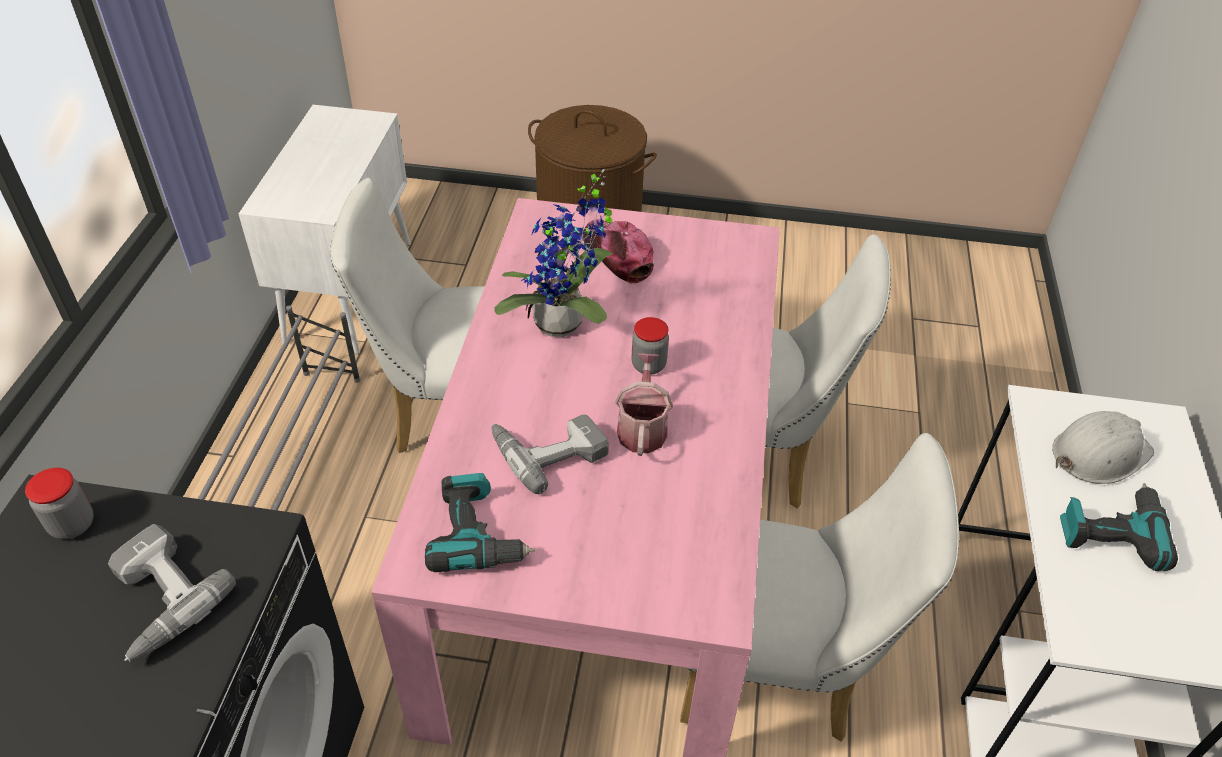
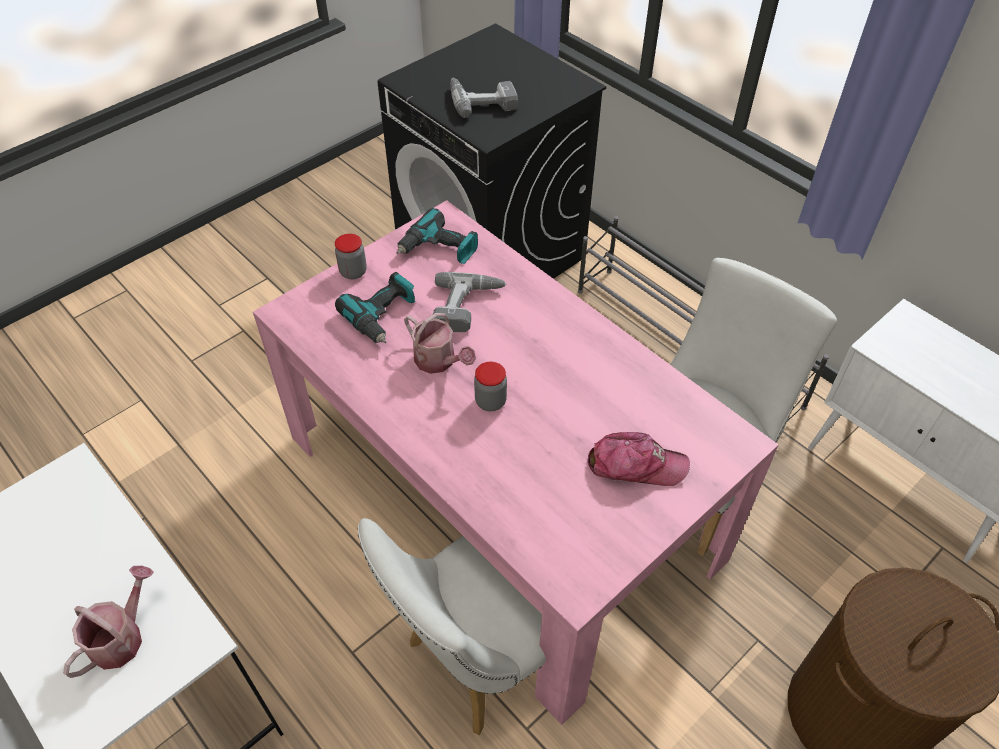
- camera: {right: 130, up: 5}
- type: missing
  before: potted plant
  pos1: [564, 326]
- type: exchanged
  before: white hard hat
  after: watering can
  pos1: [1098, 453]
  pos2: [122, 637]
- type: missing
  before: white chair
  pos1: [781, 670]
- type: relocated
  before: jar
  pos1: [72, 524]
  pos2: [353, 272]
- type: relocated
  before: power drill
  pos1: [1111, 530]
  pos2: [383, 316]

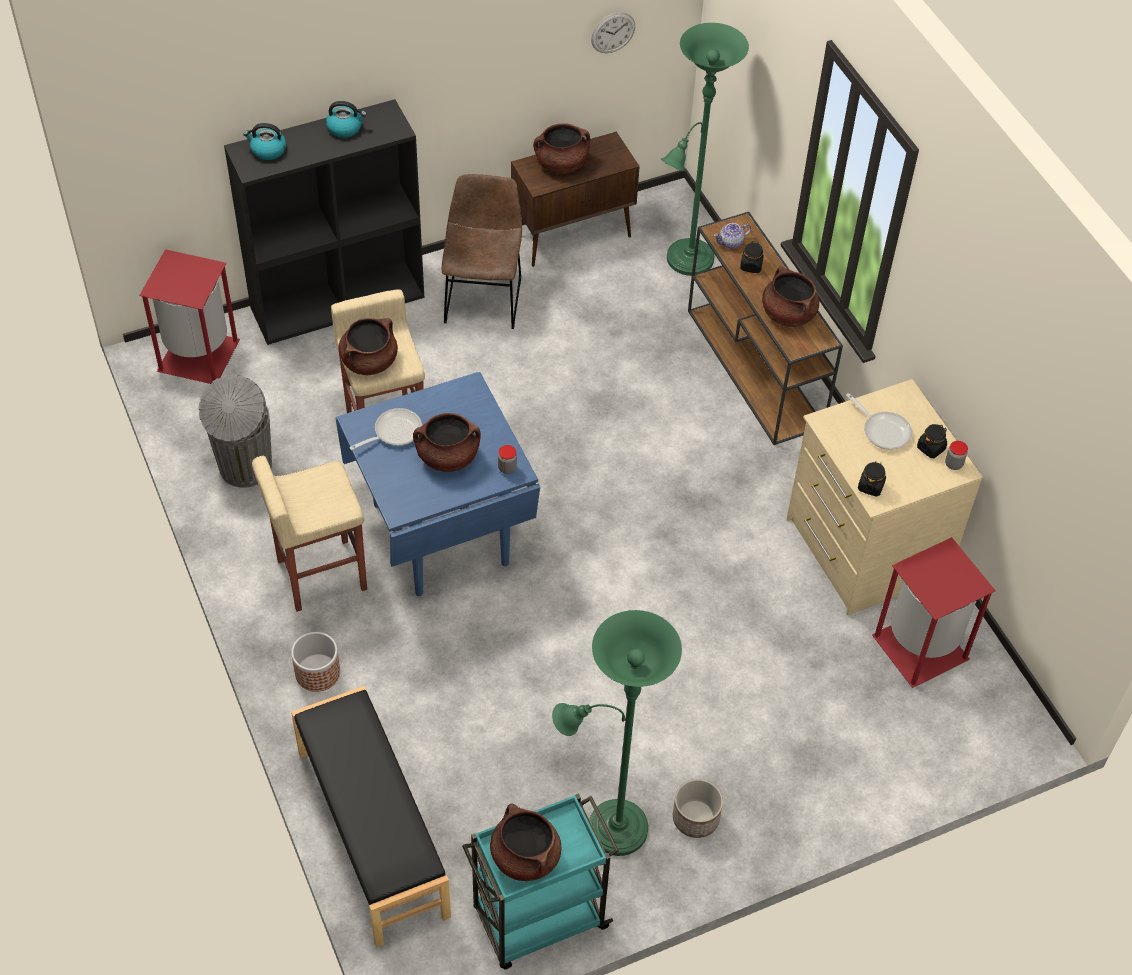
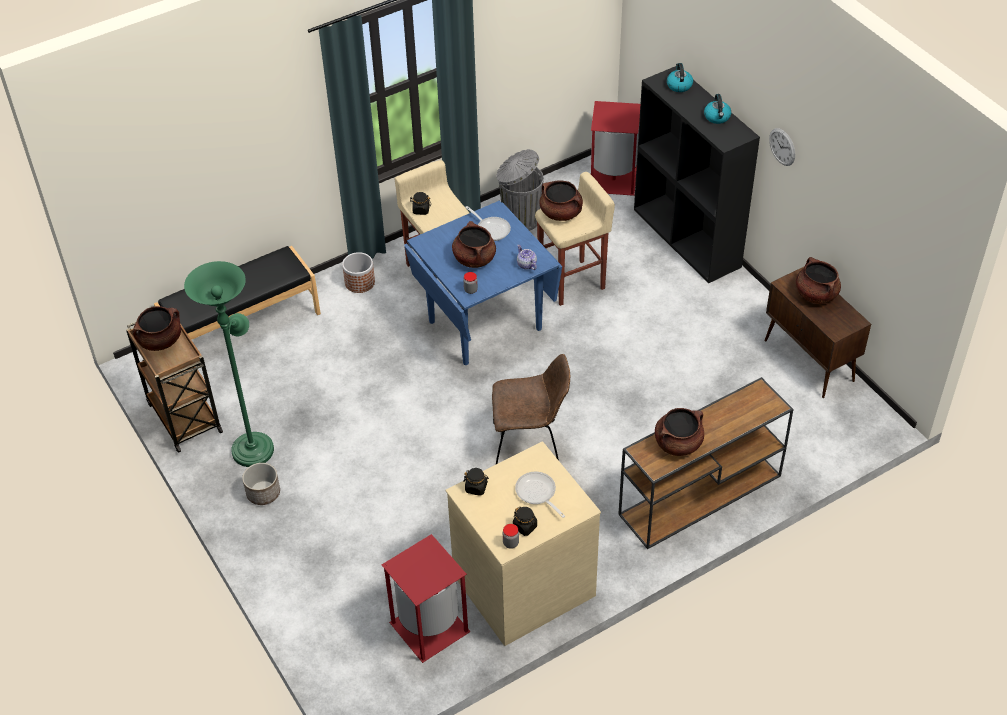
- camera: {right: 85, up: -5}
- type: relocated
  before: wall clock
  pos1: [613, 32]
  pos2: [782, 147]
- type: missing
  before: green floor lamp
  pos1: [686, 262]
- type: relocated
  before: brown chair
  pos1: [483, 297]
  pos2: [530, 445]
- type: relocated
  before: teapot
  pos1: [730, 243]
  pos2: [526, 264]
- type: relocated
  before: black jar
  pos1: [751, 266]
  pos2: [421, 210]
- type: spun
  before: frying pan
  pos1: [883, 430]
  pos2: [537, 493]
  turn: 105
- type: colour
  before: turquoise cart
  after: brown cart
  pos1: [538, 919]
  pos2: [184, 416]

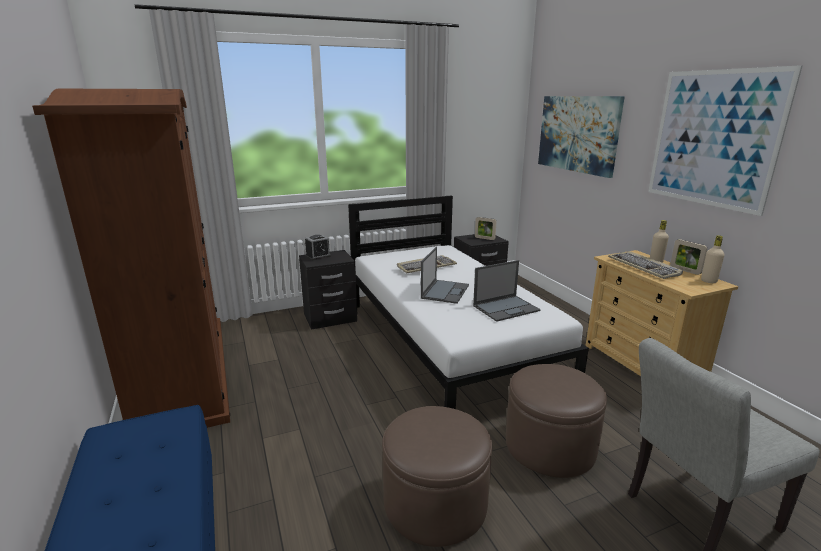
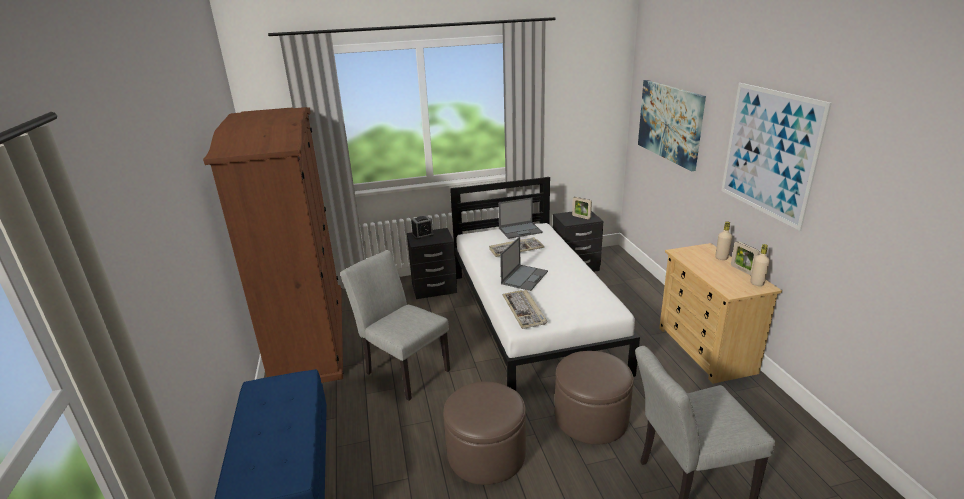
- camera: {right: 10, up: 5}
- type: relocated
  before: keyboard
  pos1: [644, 267]
  pos2: [524, 311]
- type: relocated
  before: laptop
  pos1: [506, 308]
  pos2: [520, 230]
- type: appeared
  after: grey chair
  pos2: [403, 369]

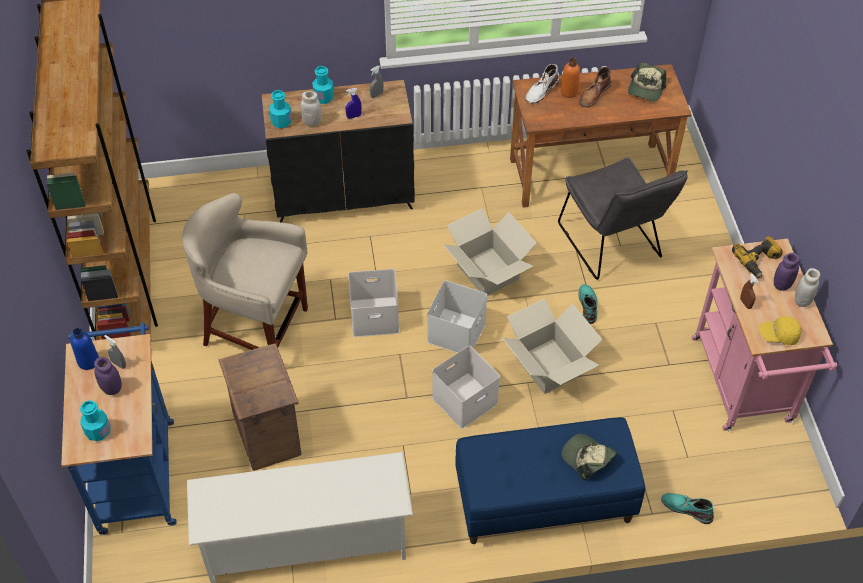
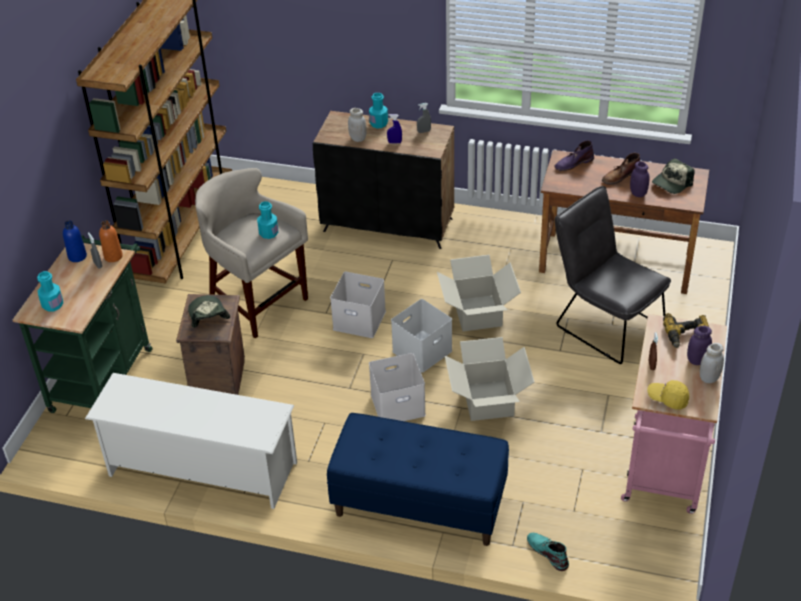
- camera: {right: 25, up: -10}
- type: relocated
  before: orange bottle
  pos1: [569, 92]
  pos2: [113, 256]
- type: colour
  before: white boot
  after: purple boot
  pos1: [541, 91]
  pos2: [573, 163]
- type: relocated
  before: turquoise bottle
  pos1: [281, 122]
  pos2: [268, 233]
- type: spun
  before: grey chair
  pos1: [612, 246]
  pos2: [604, 323]
  turn: 135
- type: missing
  before: turquoise boot
  pos1: [588, 305]
- type: colour
  before: blue cart
  after: green cart
  pos1: [136, 468]
  pos2: [104, 374]
- type: relocated
  before: purple jar
  pos1: [112, 388]
  pos2: [638, 193]
- type: relocated
  before: cap
  pos1: [587, 458]
  pos2: [207, 315]

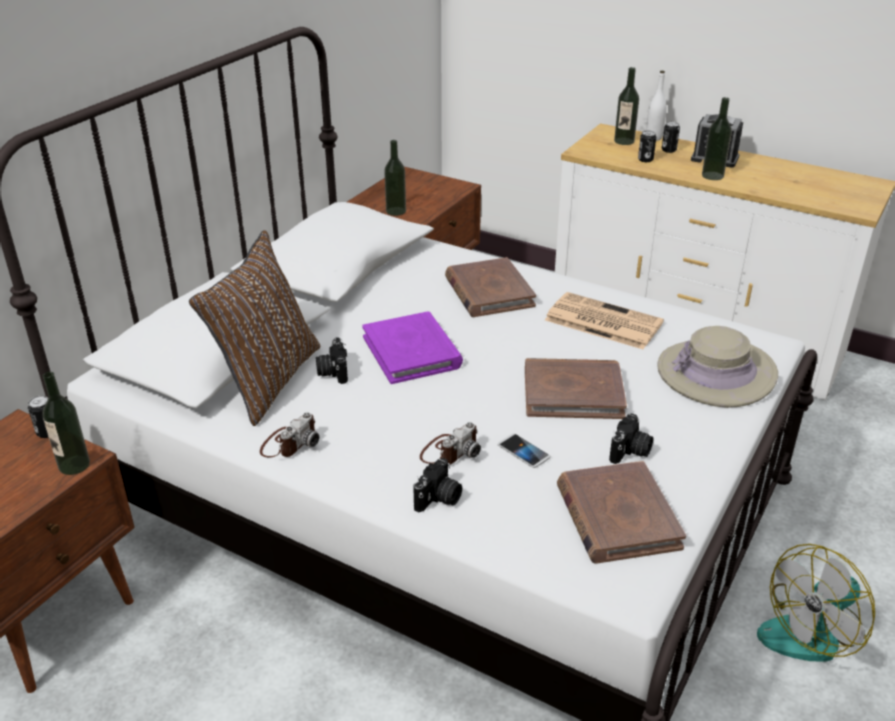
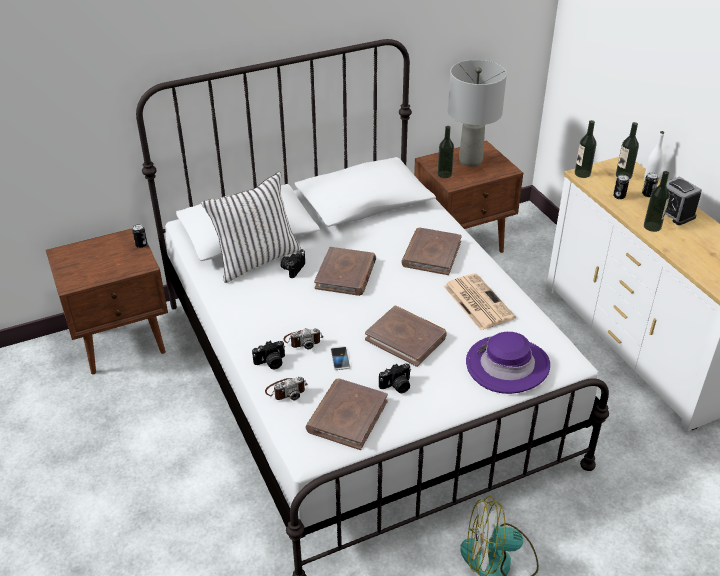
- camera: {right: 35, up: 5}
- type: colour
  before: brown pillow
  after: white pillow
  pos1: [267, 380]
  pos2: [256, 259]
- type: colour
  before: purple book
  after: brown book
  pos1: [412, 352]
  pos2: [346, 274]
- type: colour
  before: beige hat
  after: purple hat
  pos1: [716, 373]
  pos2: [507, 365]
- type: relocated
  before: bottle
  pos1: [74, 465]
  pos2: [582, 173]
- type: relocated
  before: photo camera
  pos1: [289, 443]
  pos2: [286, 390]
- type: appeared
  after: grey table lamp
  pos2: [471, 161]

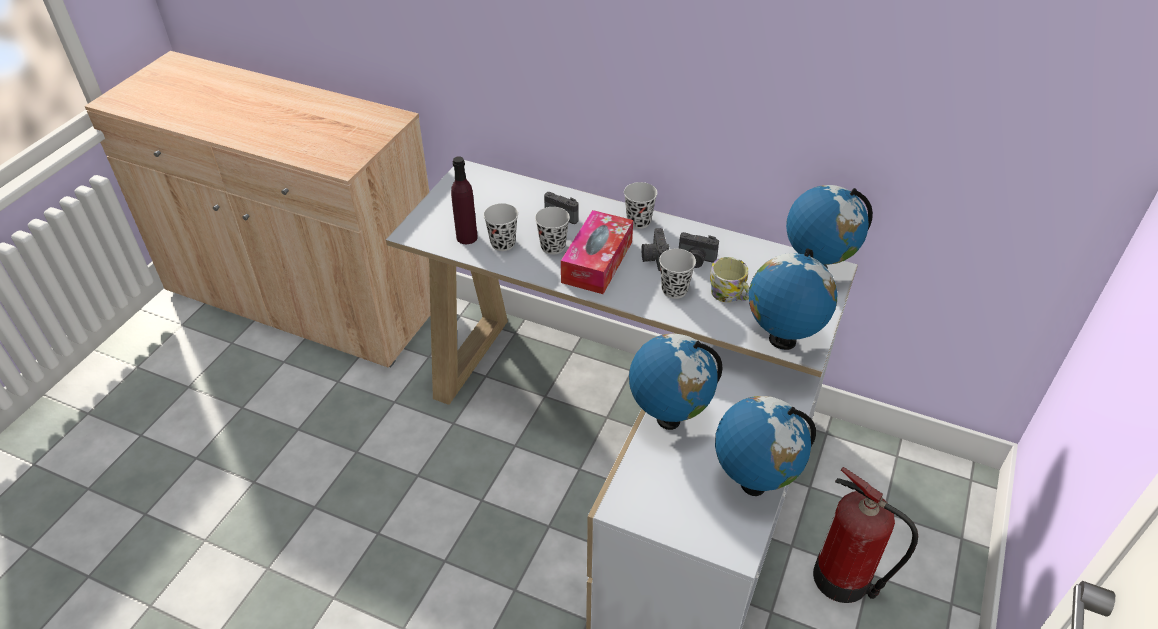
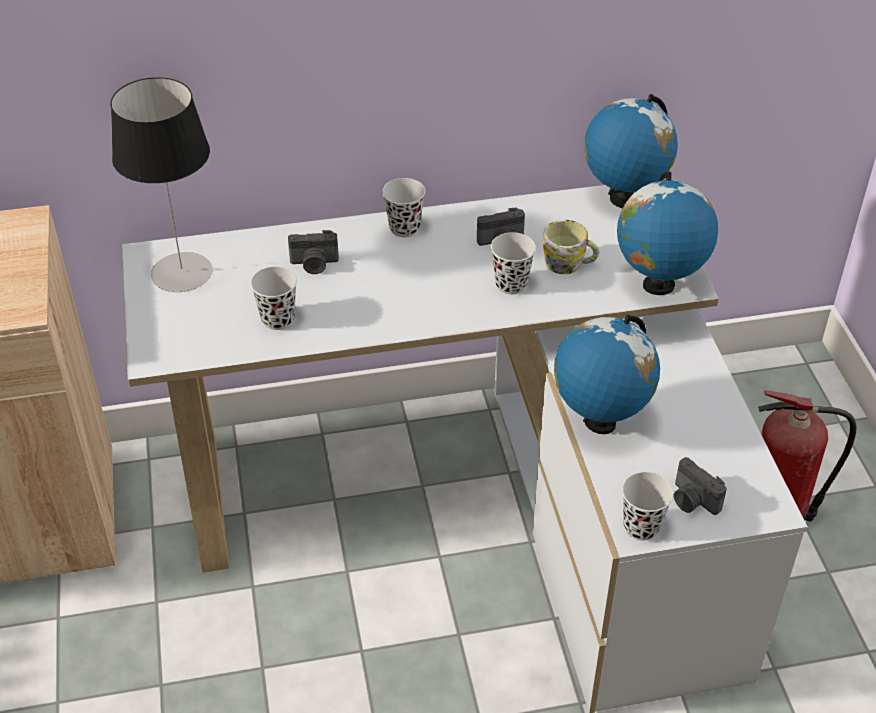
- camera: {right: -35, up: 0}
- type: missing
  before: purple bottle
  pos1: [467, 237]
- type: relocated
  before: black cup
  pos1: [553, 247]
  pos2: [641, 527]
- type: missing
  before: tissue box
  pos1: [597, 262]
- type: relocated
  before: photo camera
  pos1: [654, 258]
  pos2: [692, 501]
- type: missing
  before: globe
  pos1: [753, 483]
- type: appeared
  after: table lamp
  pos2: [182, 272]

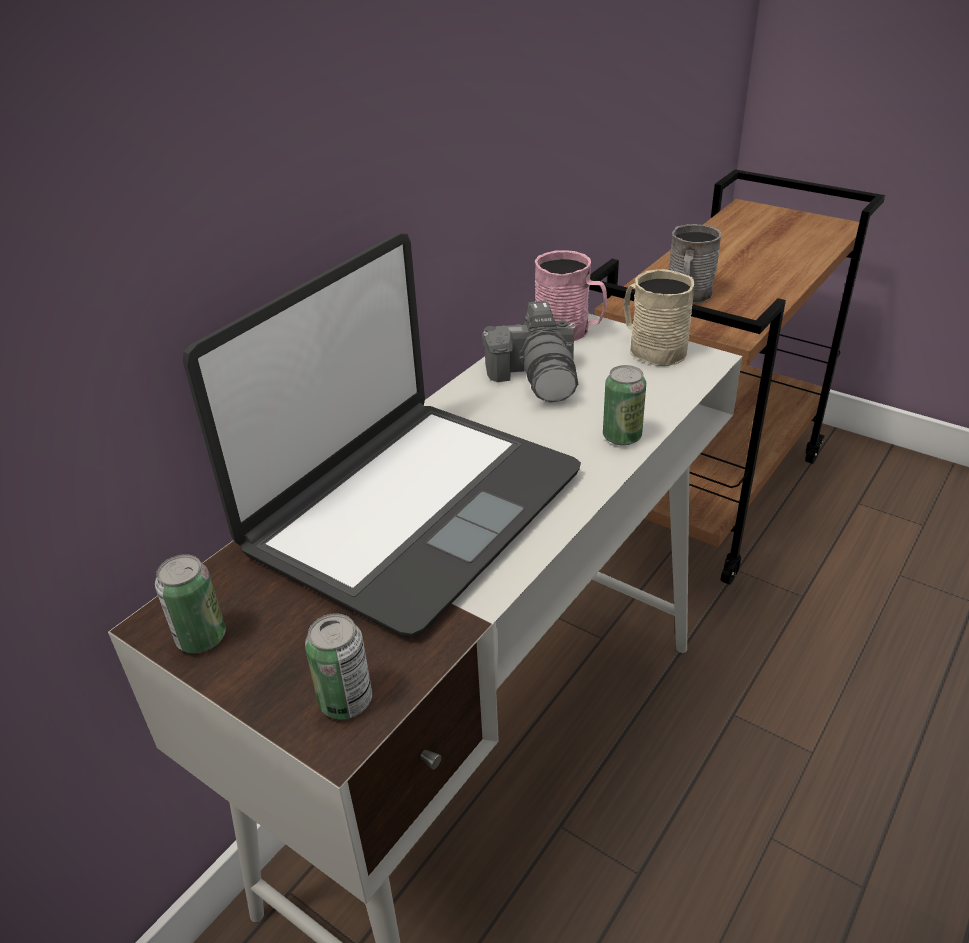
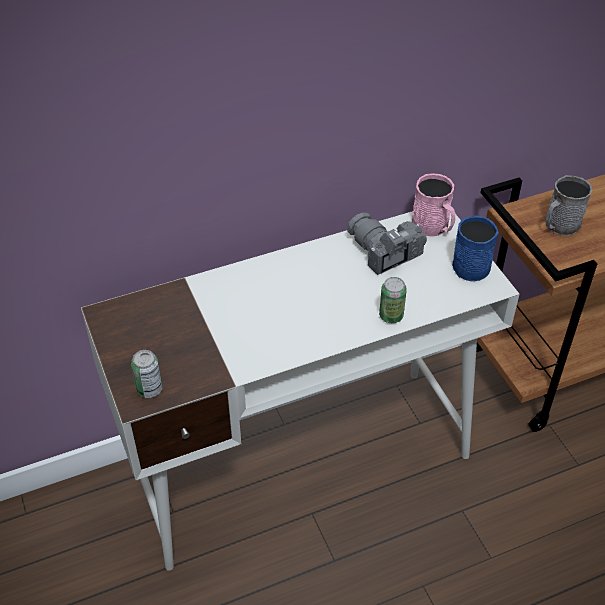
- camera: {right: 30, up: 10}
- type: missing
  before: laptop
  pos1: [411, 510]
- type: colour
  before: beige mug
  after: blue mug
  pos1: [651, 348]
  pos2: [469, 263]
- type: spun
  before: photo camera
  pos1: [537, 376]
  pos2: [383, 253]
  turn: 120
- type: missing
  before: can
  pos1: [201, 638]

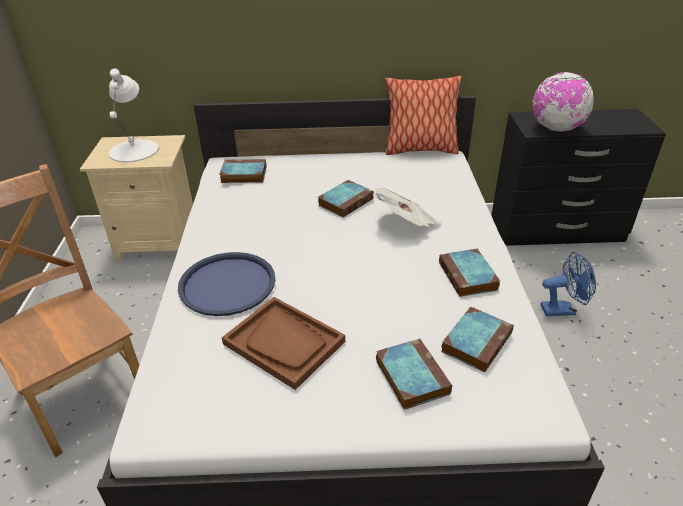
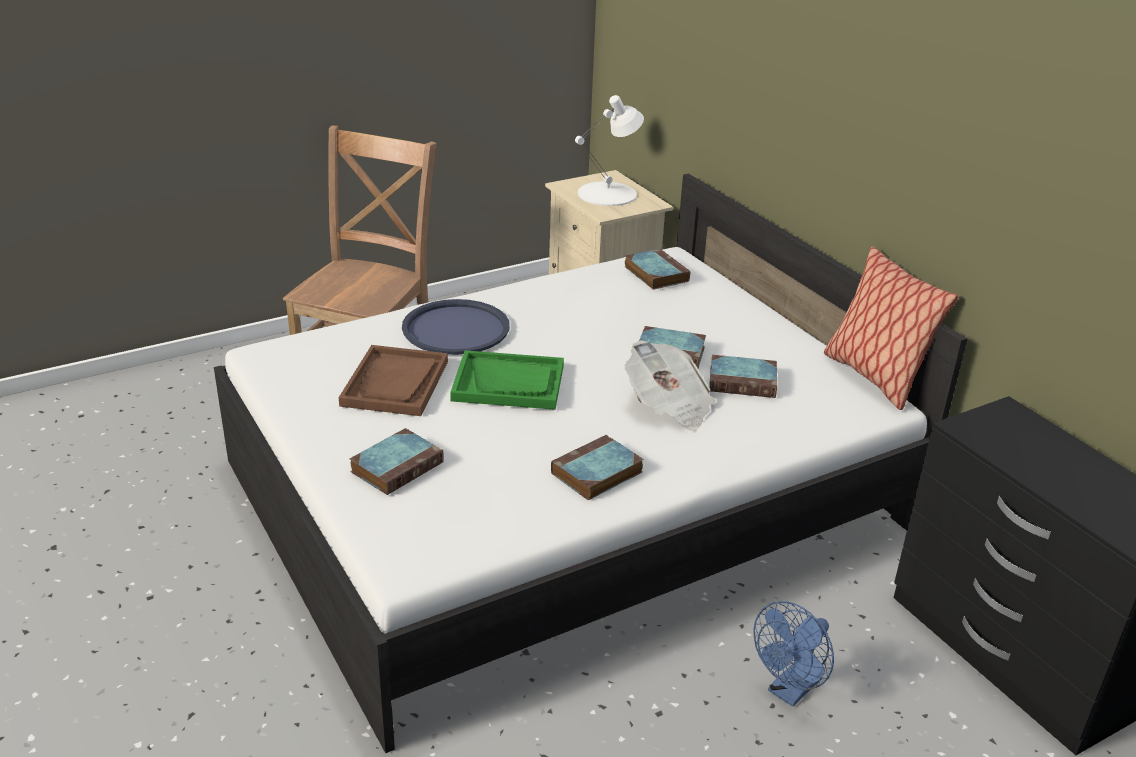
- camera: {right: 60, up: -5}
- type: missing
  before: globe
  pos1: [556, 129]
- type: spun
  before: blue fan
  pos1: [562, 309]
  pos2: [790, 691]
  turn: 75
- type: relocated
  before: book
  pos1: [476, 341]
  pos2: [744, 381]
- type: appeared
  after: green tray
  pos2: [509, 383]

